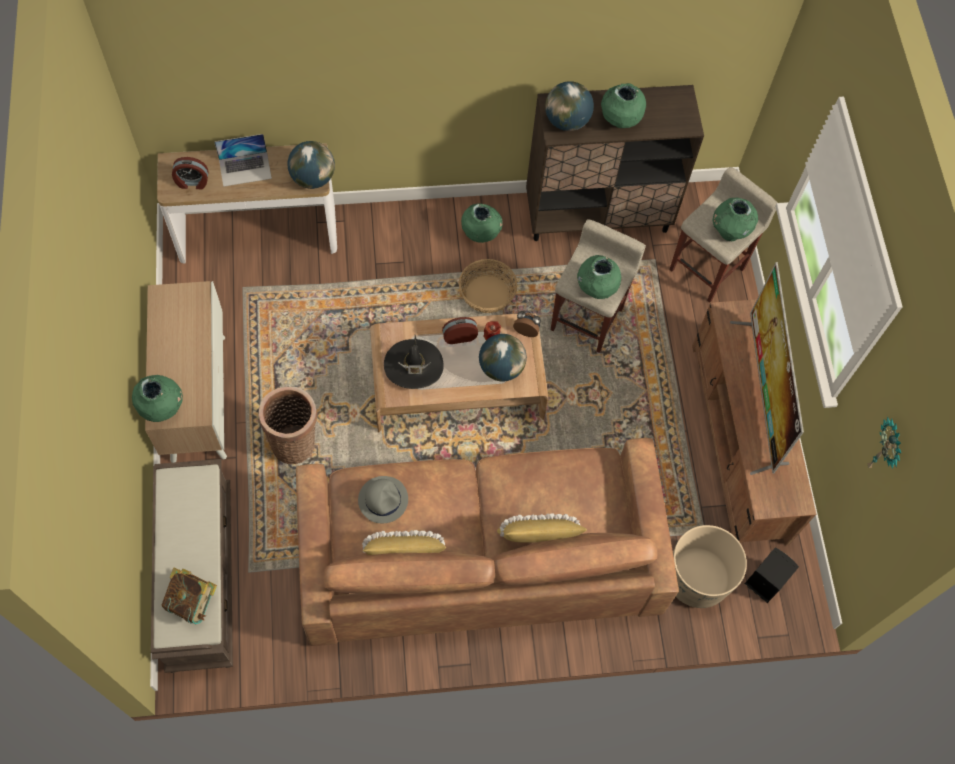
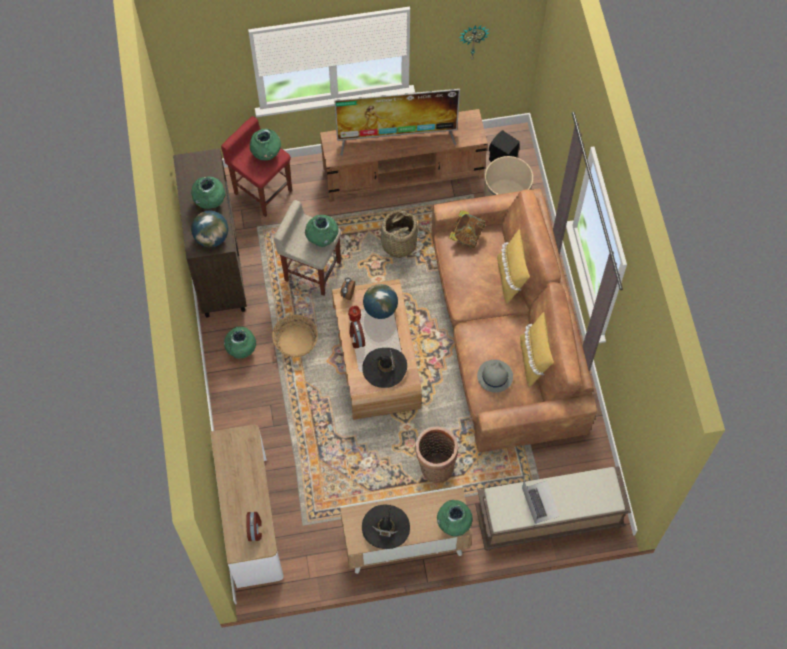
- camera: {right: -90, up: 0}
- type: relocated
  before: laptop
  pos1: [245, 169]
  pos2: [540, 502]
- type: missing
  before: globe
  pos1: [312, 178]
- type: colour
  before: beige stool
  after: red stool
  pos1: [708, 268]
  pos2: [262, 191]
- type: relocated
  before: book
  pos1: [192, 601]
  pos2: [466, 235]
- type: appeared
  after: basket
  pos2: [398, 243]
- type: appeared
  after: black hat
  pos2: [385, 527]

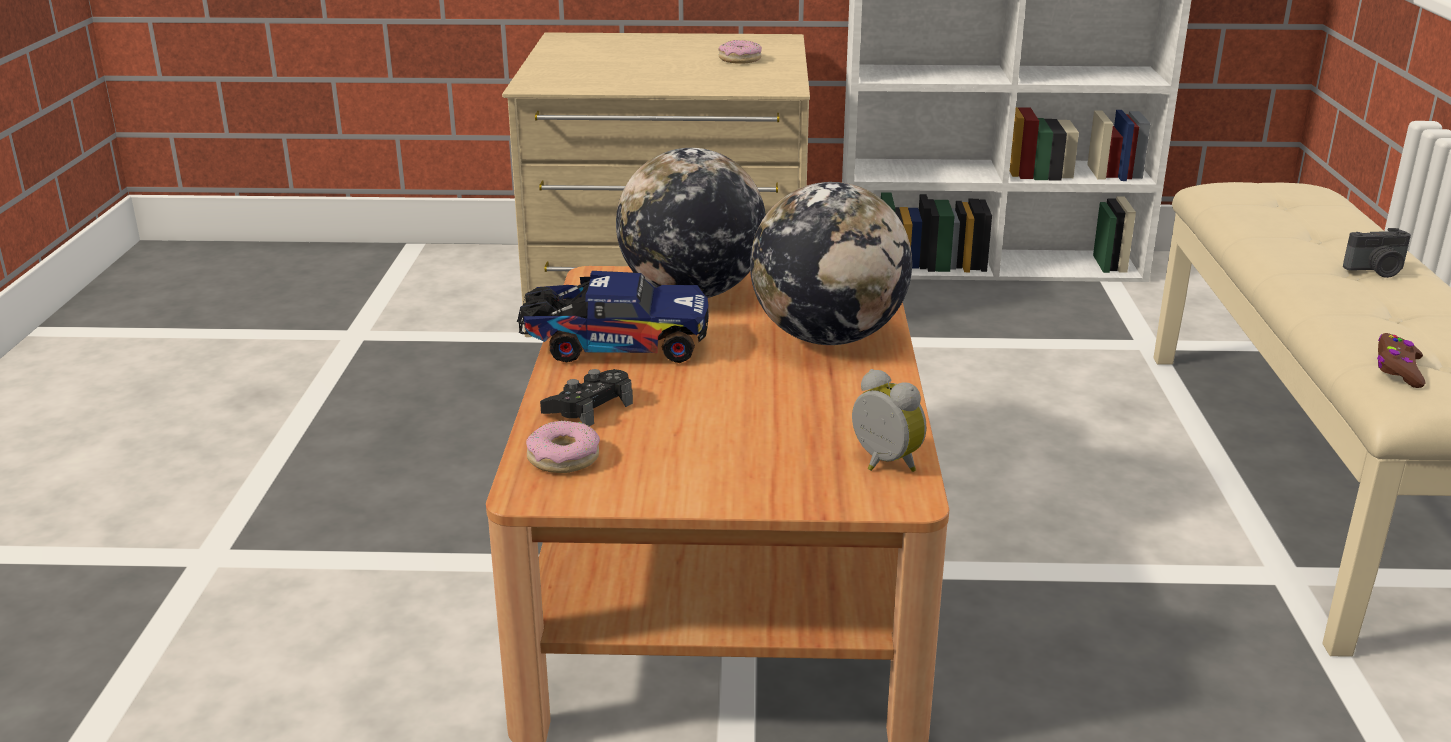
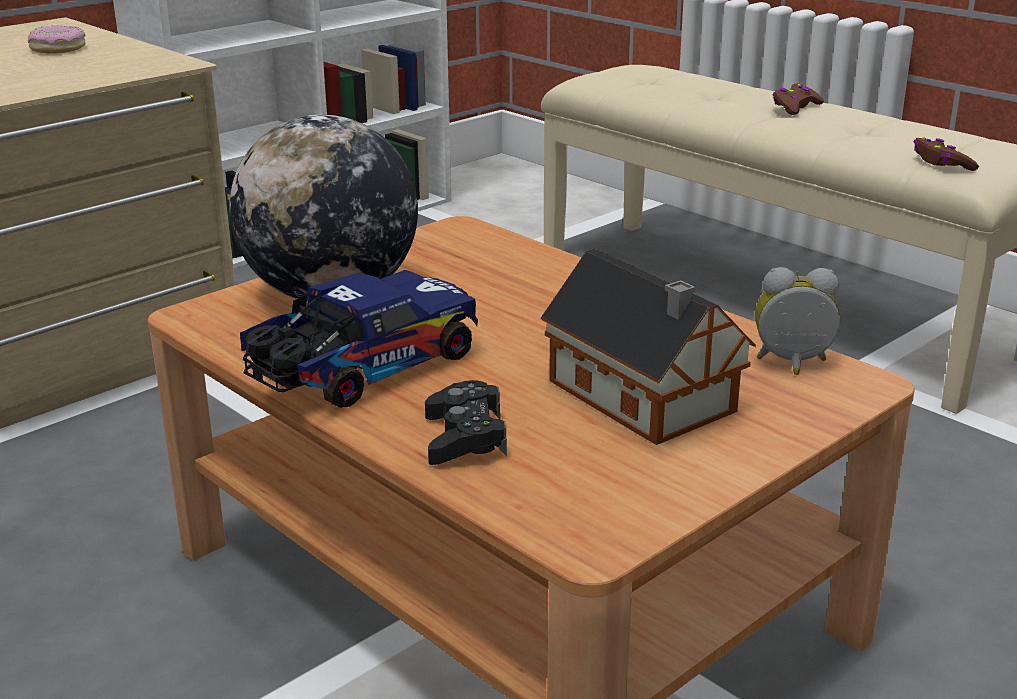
- camera: {right: -45, up: 0}
- type: missing
  before: globe
  pos1: [828, 337]
- type: exchanged
  before: photo camera
  after: brown game controller
  pos1: [1377, 271]
  pos2: [795, 107]
- type: missing
  before: donut
  pos1: [563, 458]
- type: appeared
  after: toy house
  pos2: [645, 399]

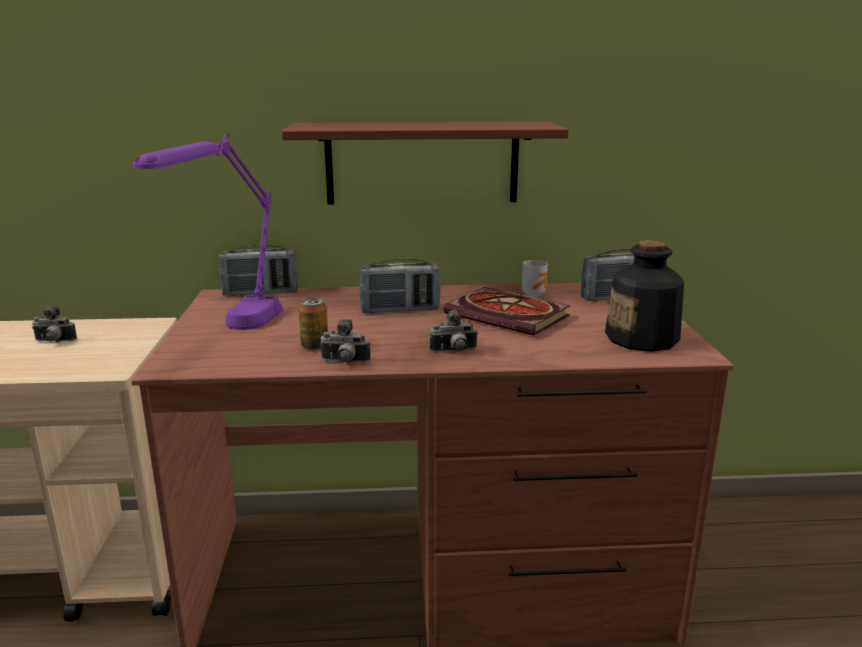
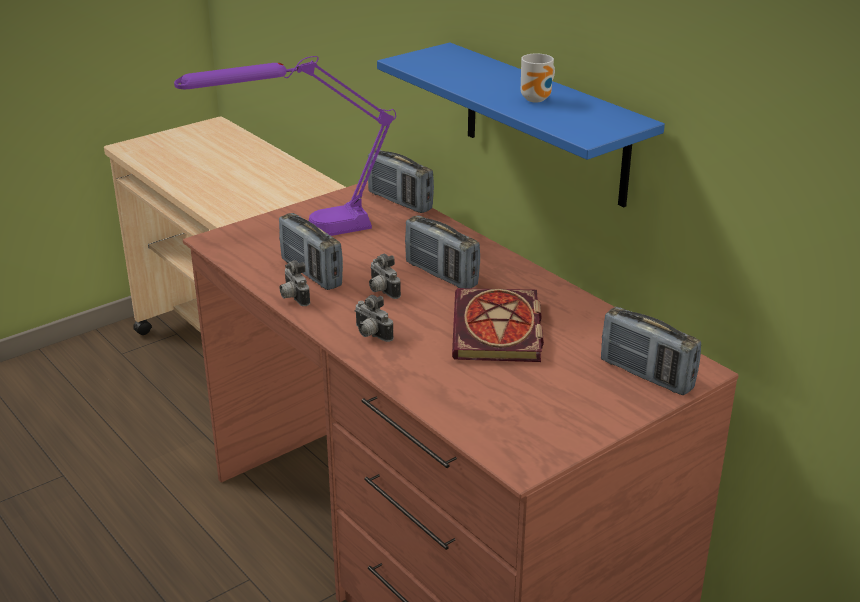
- camera: {right: 55, up: 10}
- type: colour
  before: brown shelf
  after: blue shelf
  pos1: [422, 163]
  pos2: [545, 124]
- type: missing
  before: bottle
  pos1: [642, 339]
- type: relocated
  before: mug
  pos1: [534, 294]
  pos2: [538, 99]
- type: exchanged
  before: can
  after: radio
  pos1: [314, 346]
  pos2: [311, 273]
- type: relocated
  before: photo camera
  pos1: [54, 342]
  pos2: [381, 291]

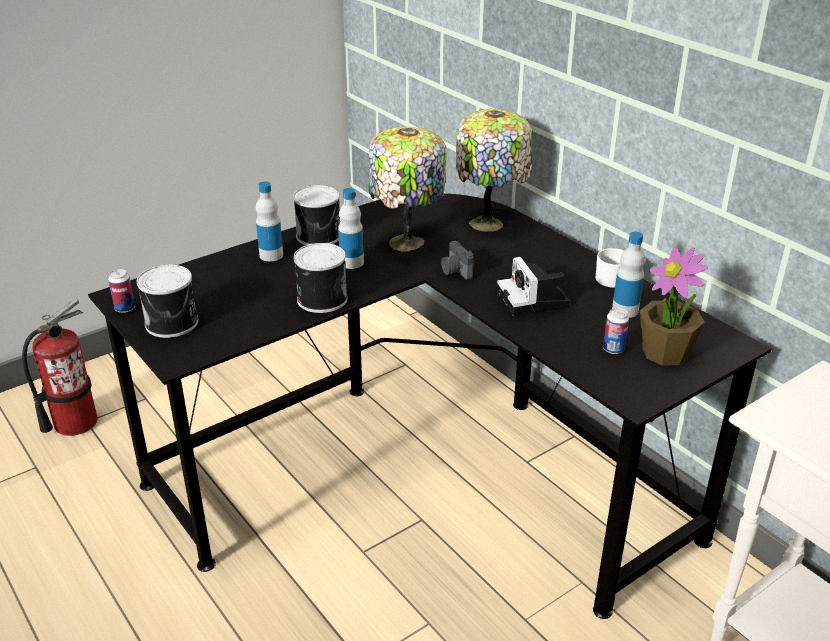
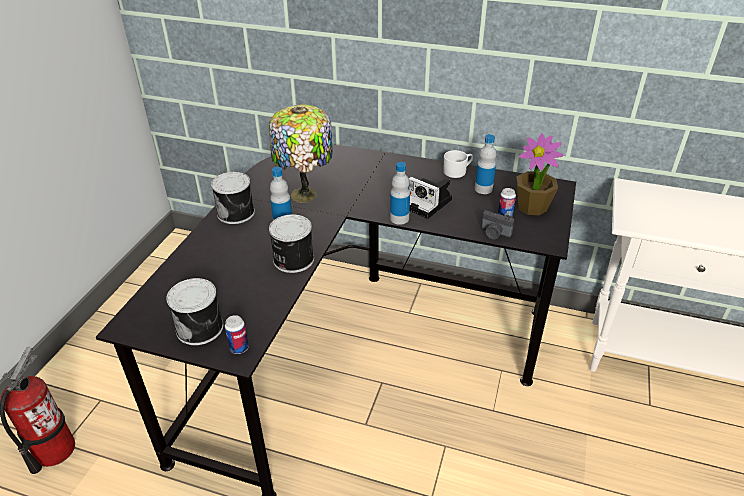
- camera: {right: -35, up: 5}
- type: missing
  before: table lamp
  pos1: [489, 224]
- type: relocated
  before: bottle
  pos1: [271, 255]
  pos2: [399, 218]
- type: relocated
  before: photo camera
  pos1: [455, 271]
  pos2: [494, 234]
- type: relocated
  before: can
  pos1: [125, 308]
  pos2: [239, 348]

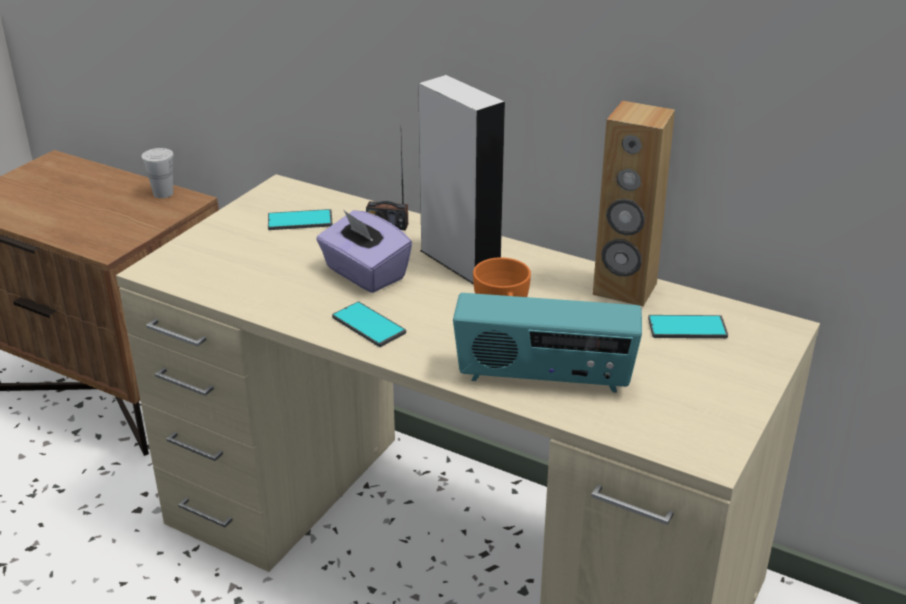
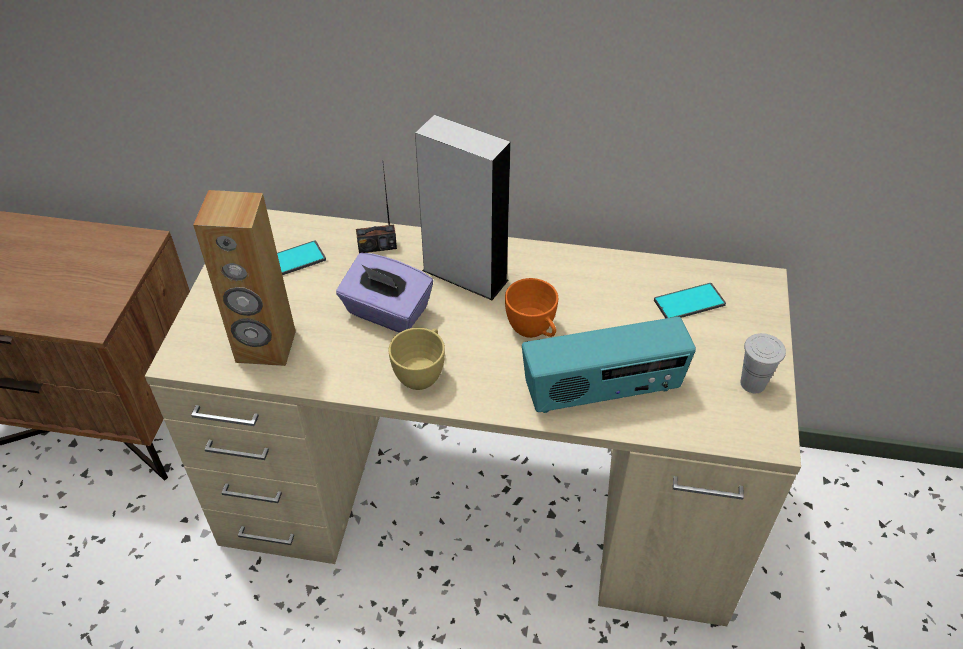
- camera: {right: -20, up: 15}
- type: relocated
  before: brown speaker
  pos1: [624, 289]
  pos2: [265, 347]
- type: relocated
  before: white cup
  pos1: [163, 193]
  pos2: [752, 383]
- type: exchanged
  before: phone
  after: yellow cup
  pos1: [369, 325]
  pos2: [422, 373]

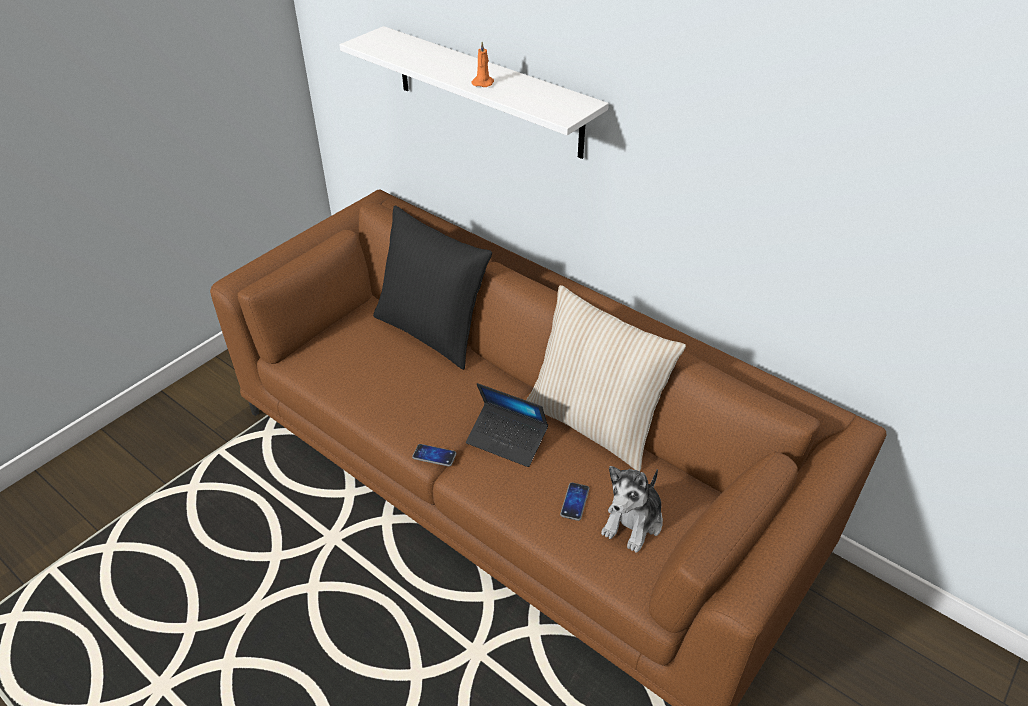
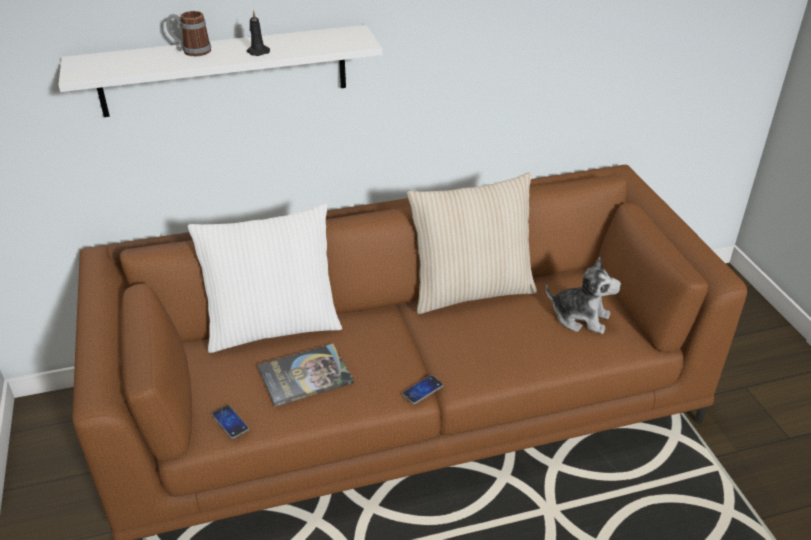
- camera: {right: -55, up: -5}
- type: colour
  before: orange candle
  after: black candle
  pos1: [483, 82]
  pos2: [257, 52]
- type: colour
  before: black pillow
  after: white pillow
  pos1: [432, 331]
  pos2: [273, 326]
- type: missing
  before: laptop
  pos1: [507, 440]
- type: spun
  before: plush toy
  pos1: [633, 522]
  pos2: [580, 317]
  turn: -45
- type: relocated
  before: phone
  pos1: [574, 502]
  pos2: [230, 422]
- type: appeared
  after: mug
  pos2: [191, 51]
- type: appeared
  after: book
  pos2: [305, 375]

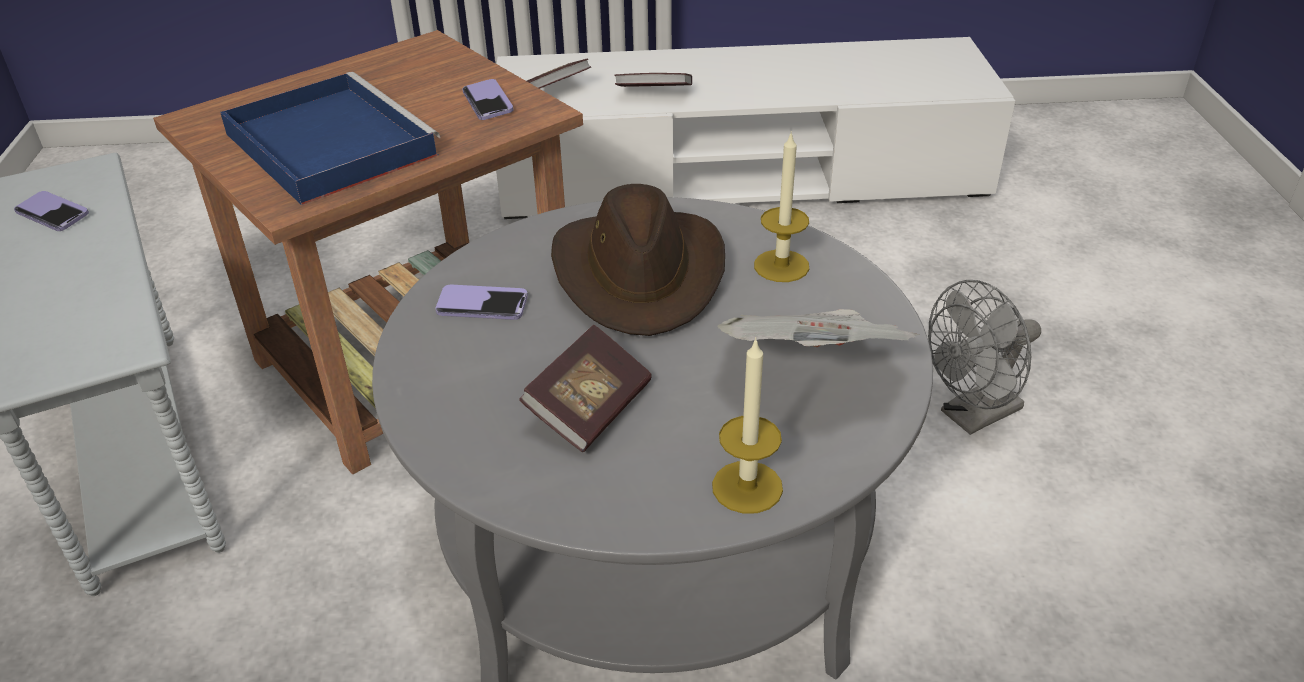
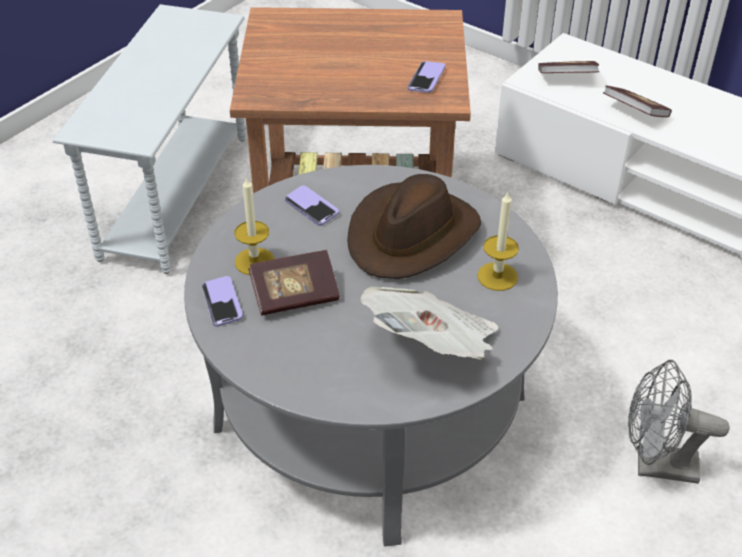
- camera: {right: 40, up: 5}
- type: missing
  before: blue tray
  pos1: [327, 143]
- type: relocated
  before: phone
  pos1: [52, 213]
  pos2: [222, 302]
- type: relocated
  before: candle
  pos1: [747, 487]
  pos2: [254, 261]

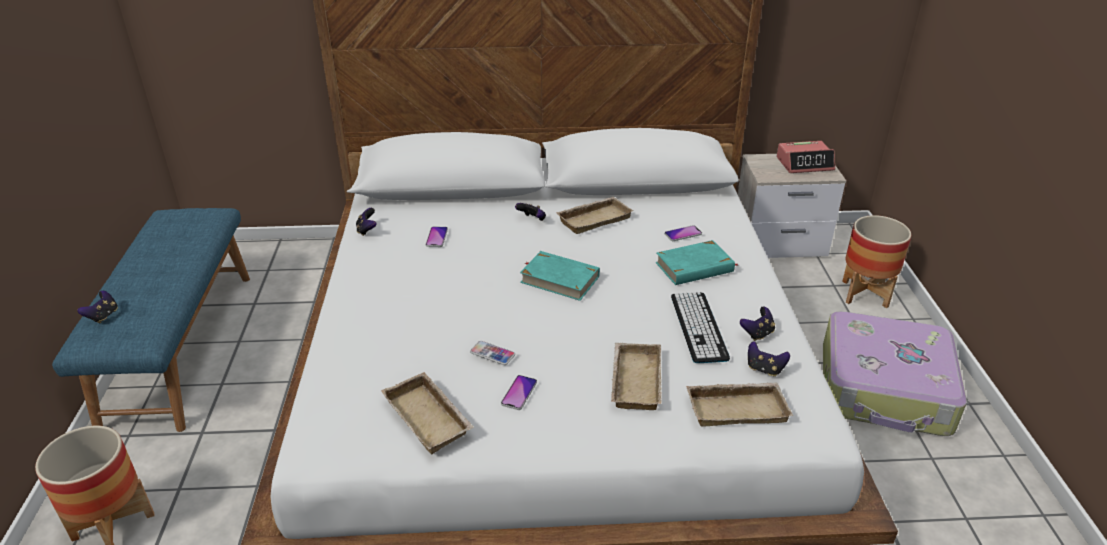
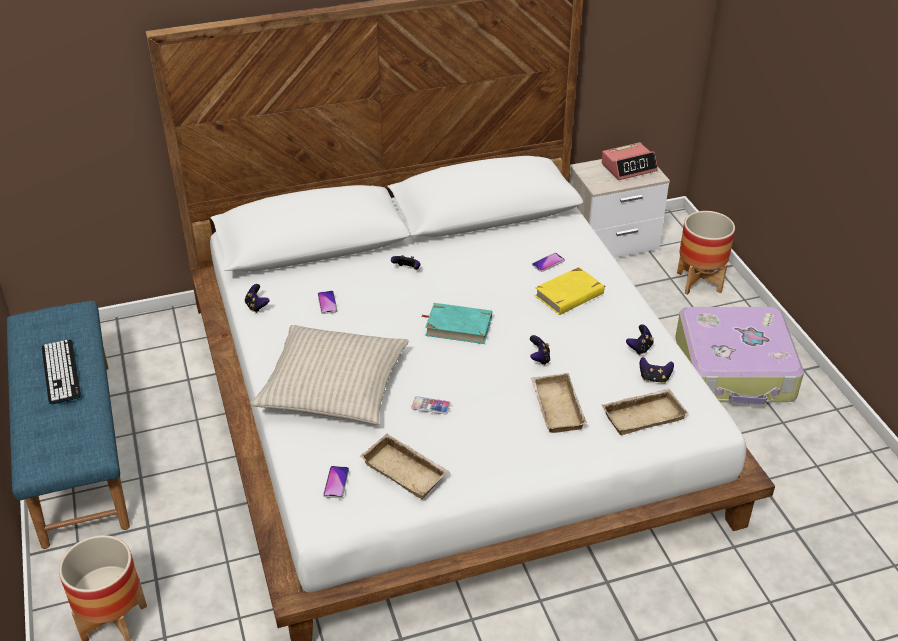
- camera: {right: -15, up: 5}
- type: missing
  before: beige tray
  pos1: [594, 218]
- type: colour
  before: turquoise book
  after: yellow book
  pos1: [694, 267]
  pos2: [569, 295]
- type: relocated
  before: game controller
  pos1: [103, 316]
  pos2: [539, 358]
- type: relocated
  before: keyboard
  pos1: [698, 327]
  pos2: [61, 372]
- type: relocated
  before: phone
  pos1: [519, 393]
  pos2: [336, 482]
- type: appeared
  after: beige pillow
  pos2: [333, 386]

